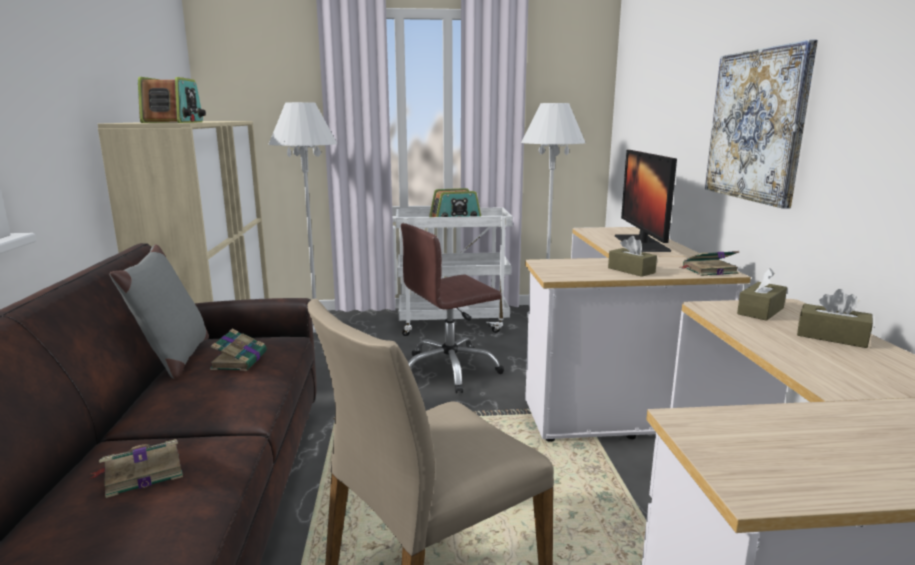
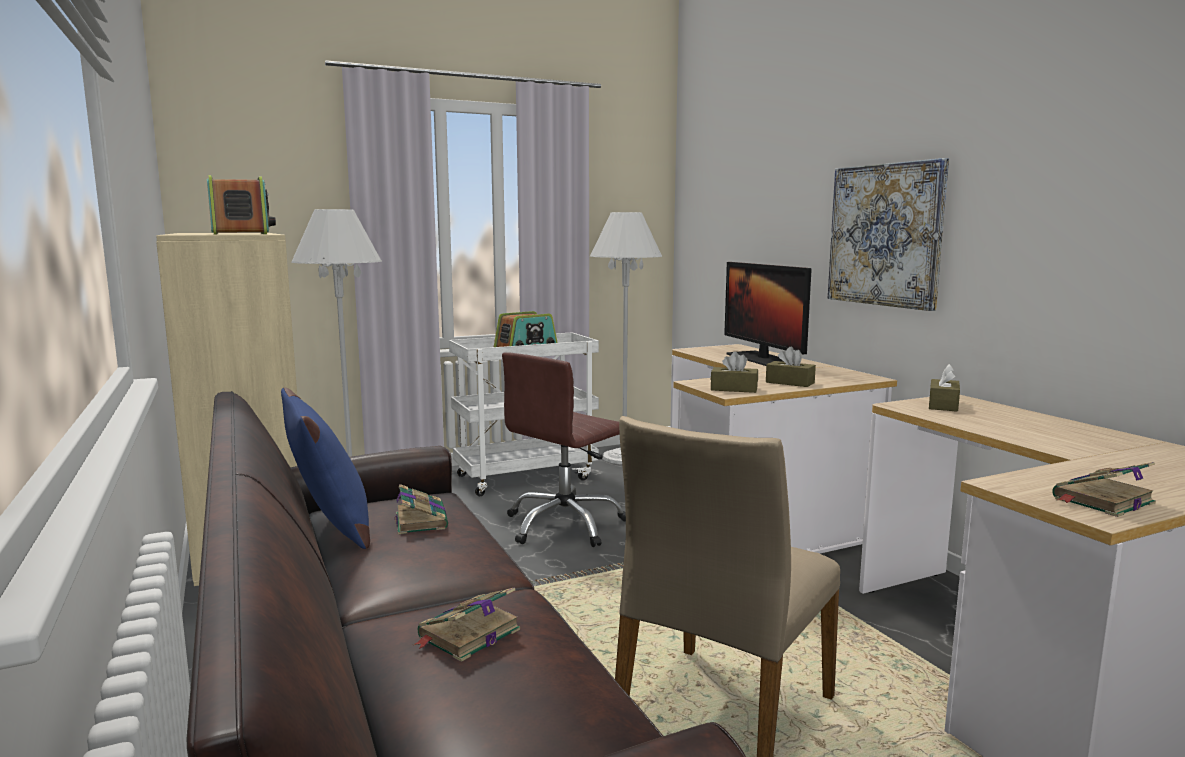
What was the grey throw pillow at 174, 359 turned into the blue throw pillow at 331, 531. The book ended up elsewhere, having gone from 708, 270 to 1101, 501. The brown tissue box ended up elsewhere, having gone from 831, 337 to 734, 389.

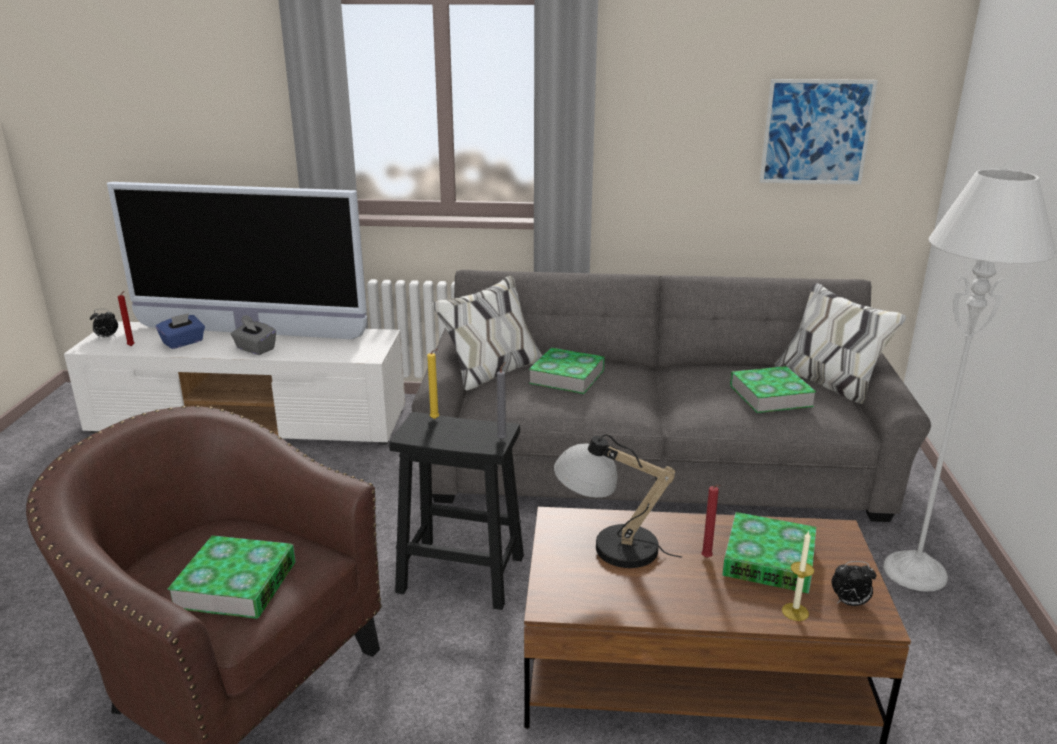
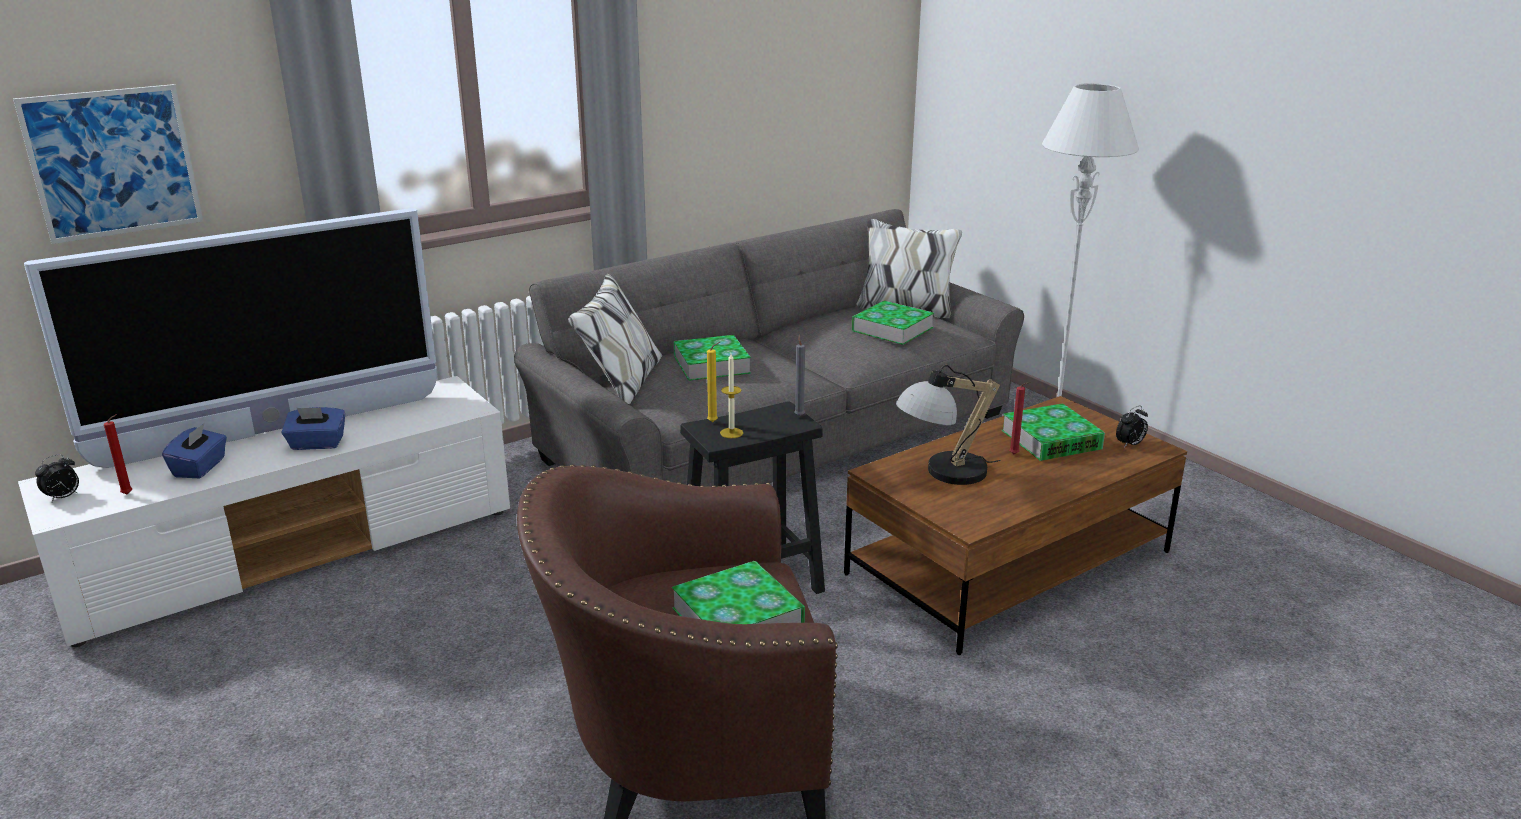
The wall art ended up elsewhere, having gone from 816, 132 to 113, 163. What was the grey tissue box at 255, 349 turned into the blue tissue box at 317, 444. The wax candle ended up elsewhere, having gone from 795, 612 to 731, 433.

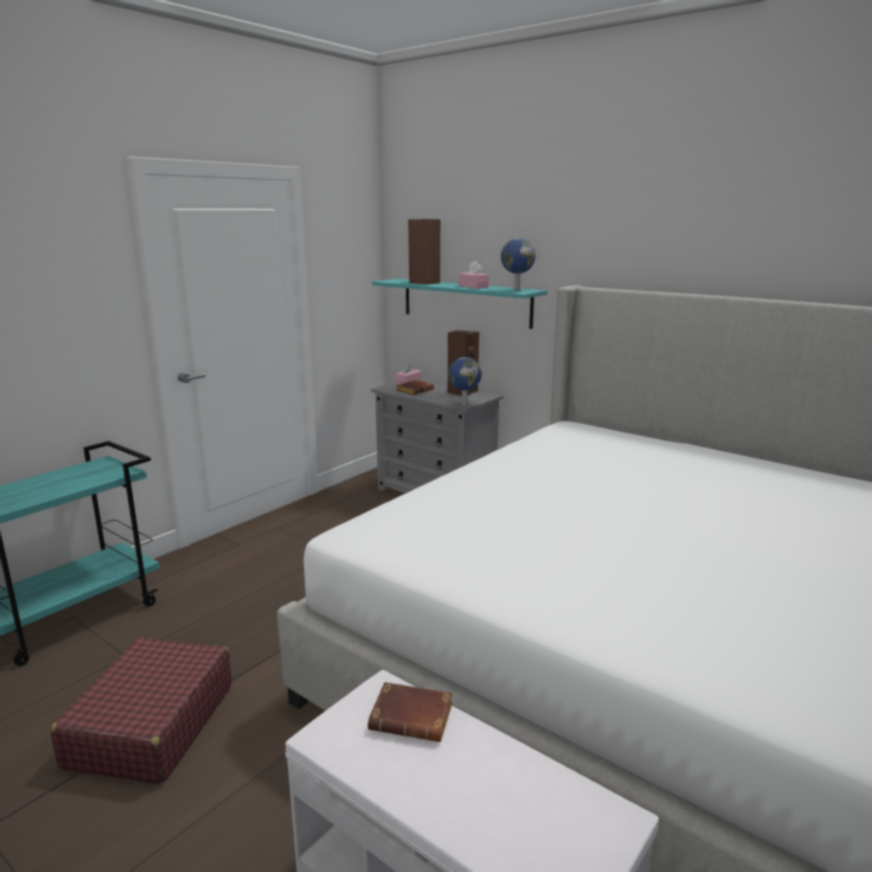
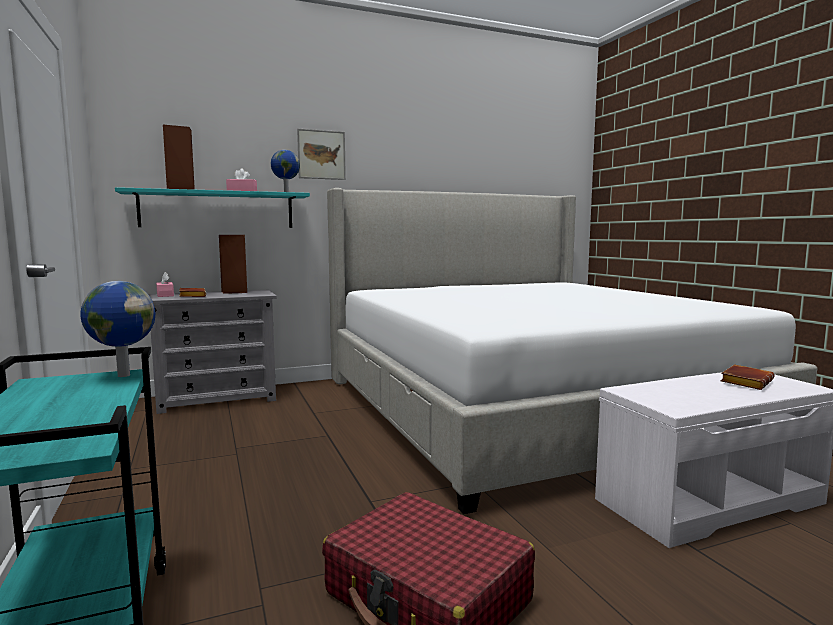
The globe ended up elsewhere, having gone from 464, 404 to 122, 375. The brown book ended up elsewhere, having gone from 414, 717 to 745, 382. The second view gained the wall art at 321, 154.

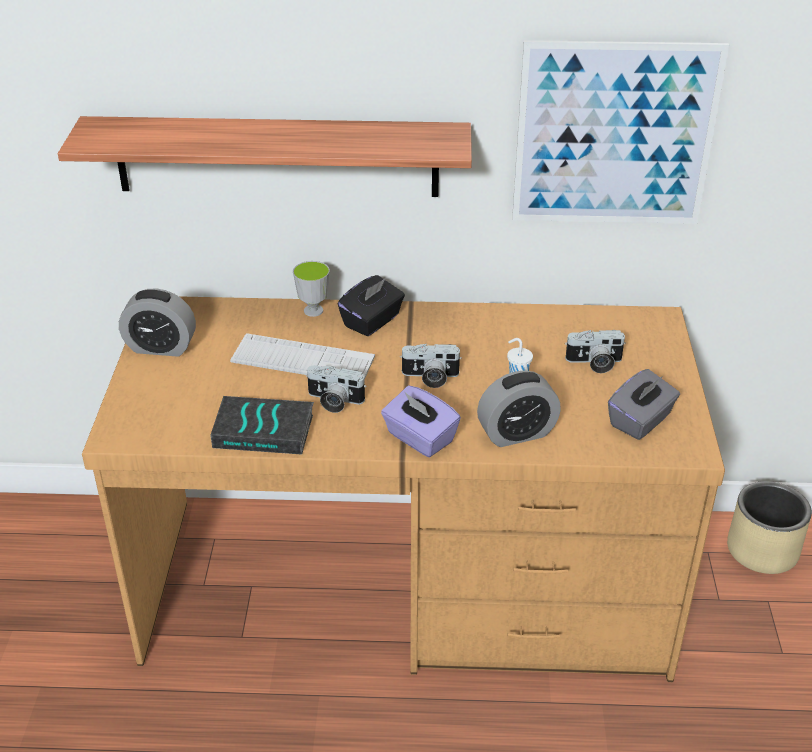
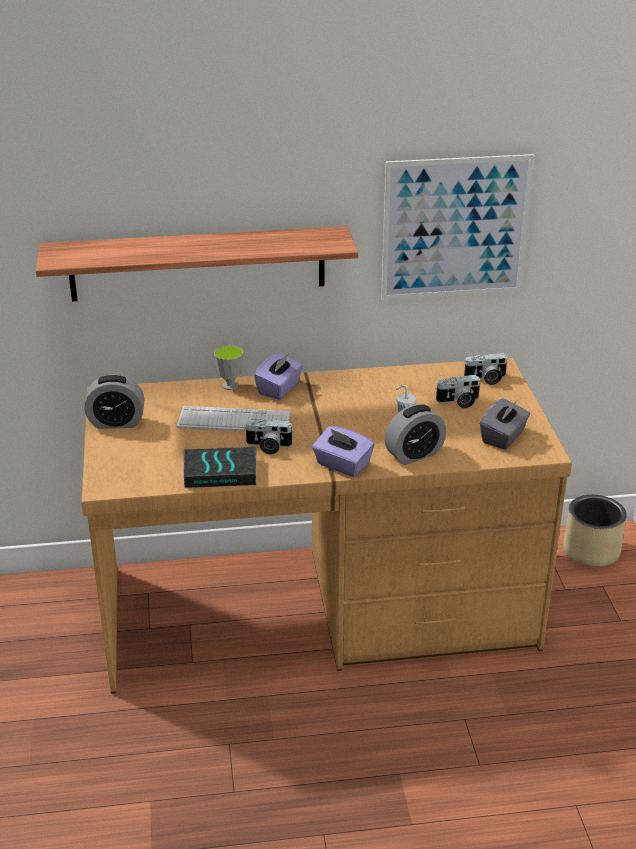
What was the black-coloured tissue box at 372, 321 turned into the purple-coloured tissue box at 279, 389. The still camera ended up elsewhere, having gone from 430, 377 to 486, 379.

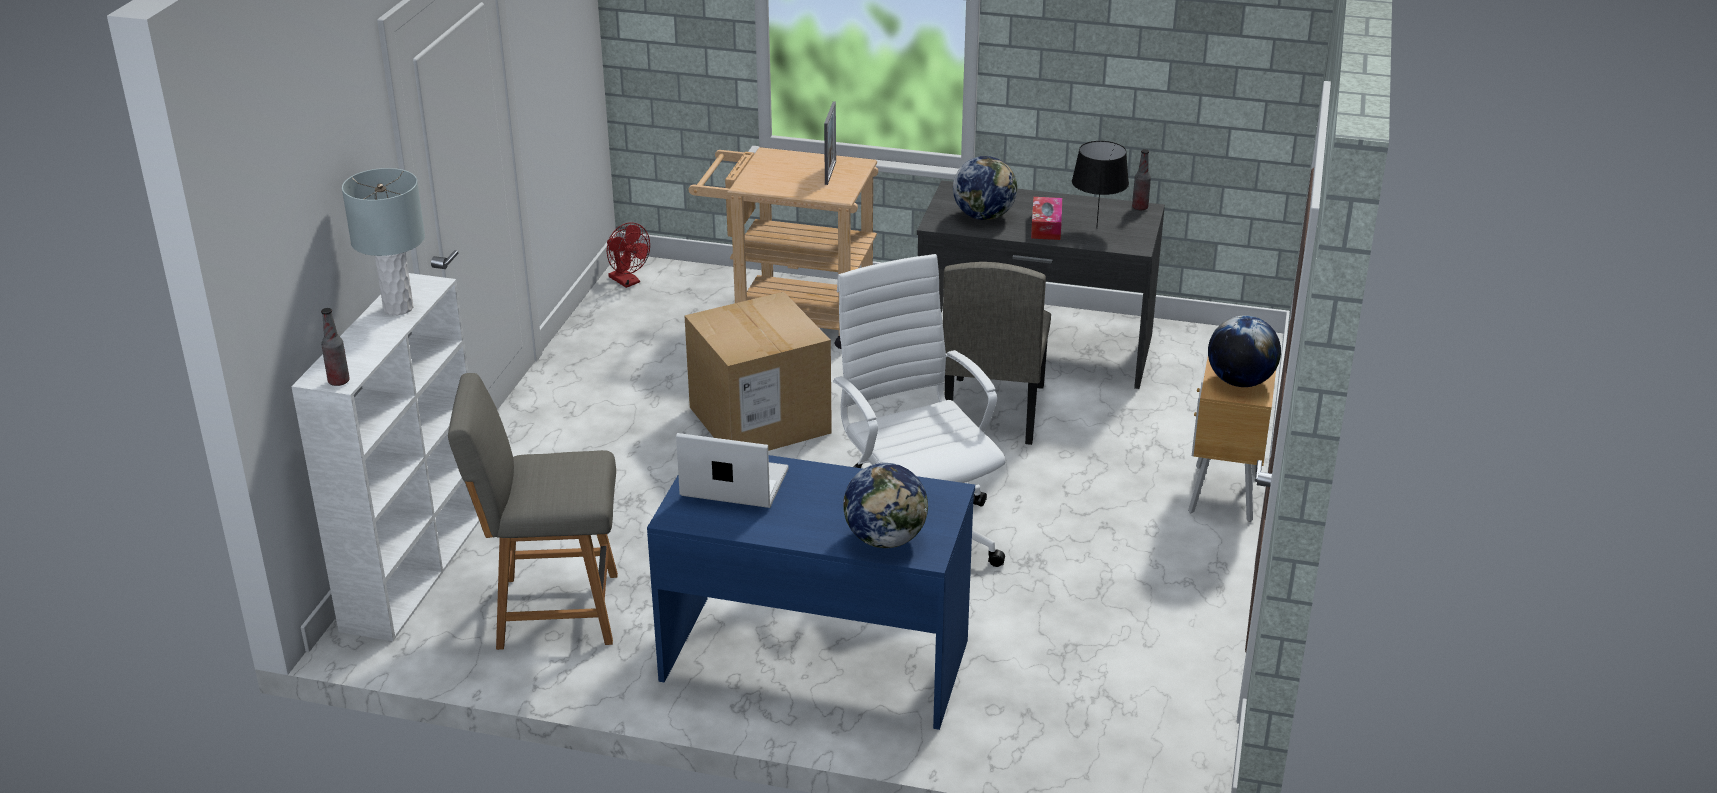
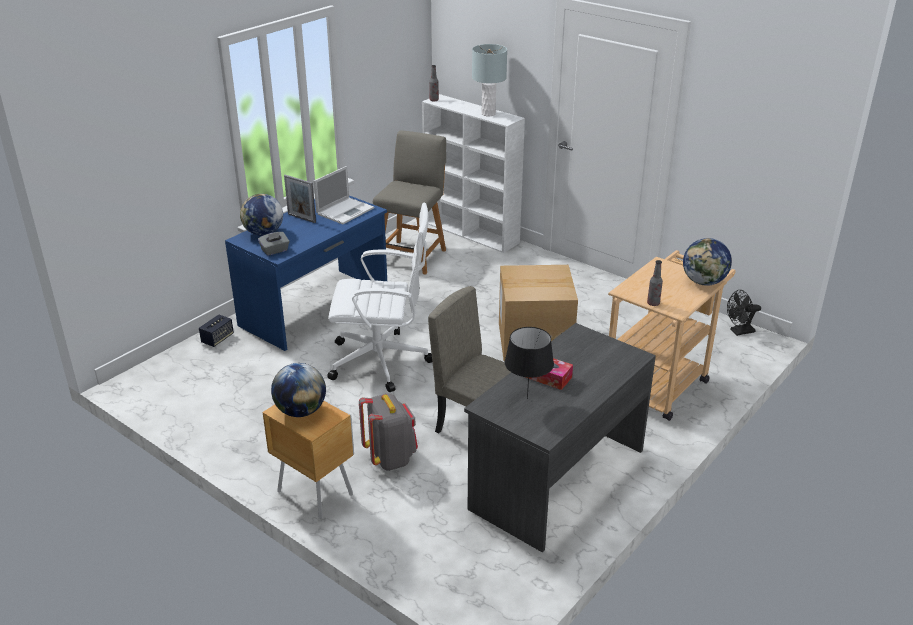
The standing frame ended up elsewhere, having gone from 830, 173 to 301, 218. The drink bottle ended up elsewhere, having gone from 1140, 208 to 653, 303. The globe ended up elsewhere, having gone from 984, 216 to 704, 282. What was the red-coloured fan at 628, 282 turned into the black-coloured fan at 739, 332. The second view gained the grey tissue box at 275, 251. The second view gained the audio speaker at 217, 339. The second view gained the grey rucksack at 390, 457.

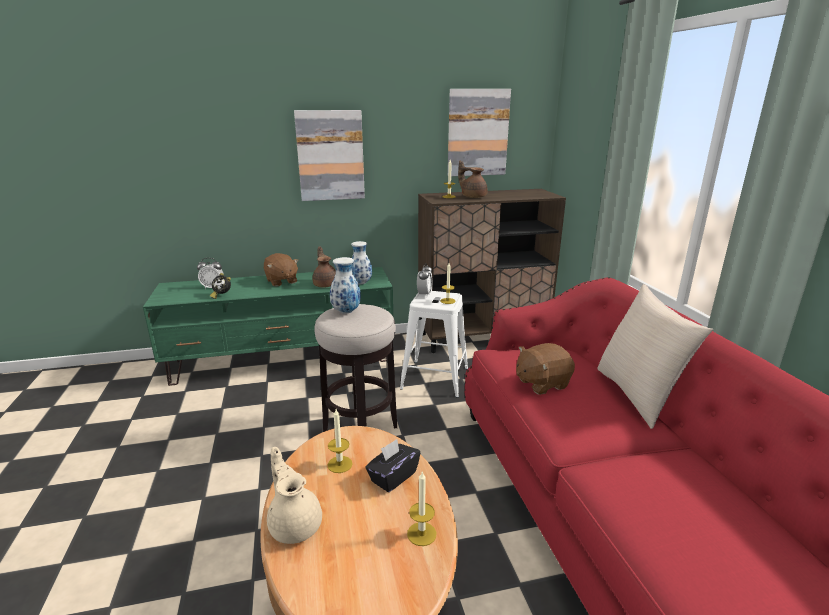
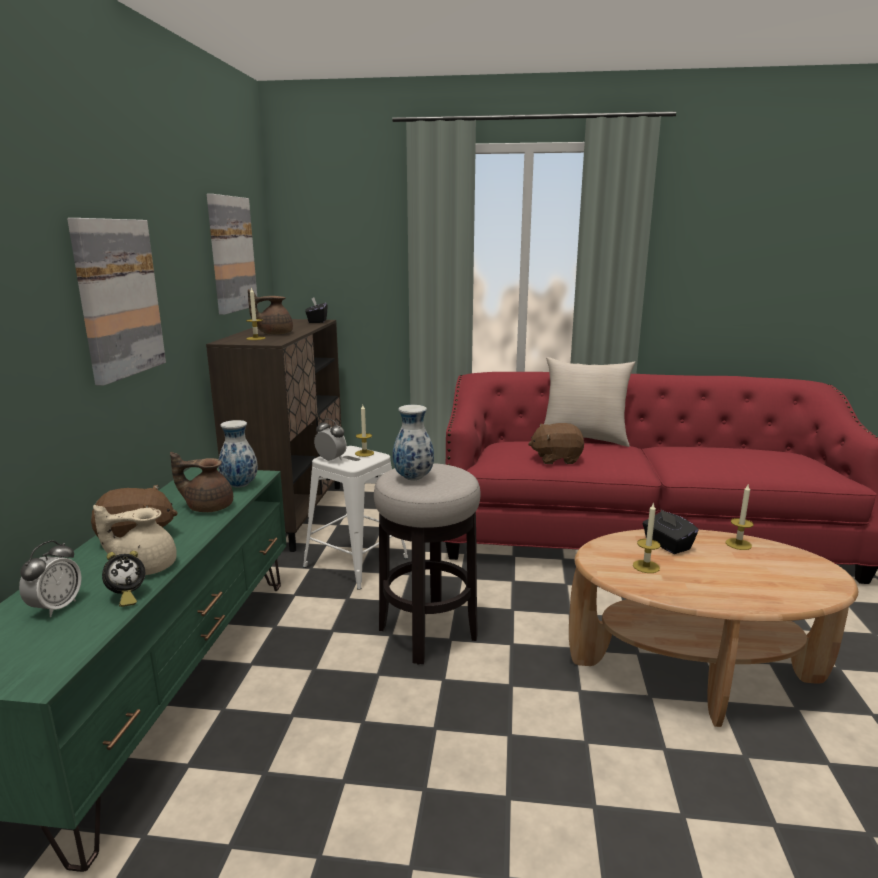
The brown soft toy at 541, 383 ended up facing another way, 90 degrees clockwise from before. The sand-coloured teapot ended up elsewhere, having gone from 295, 524 to 145, 567. The second view gained the black-coloured tissue box at 317, 321.

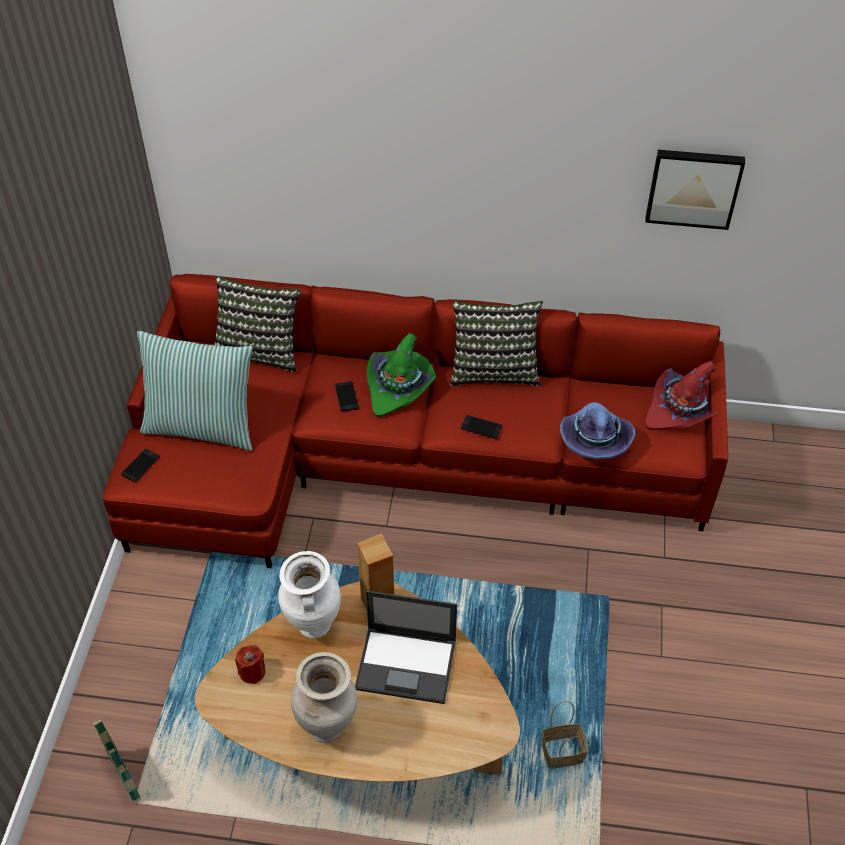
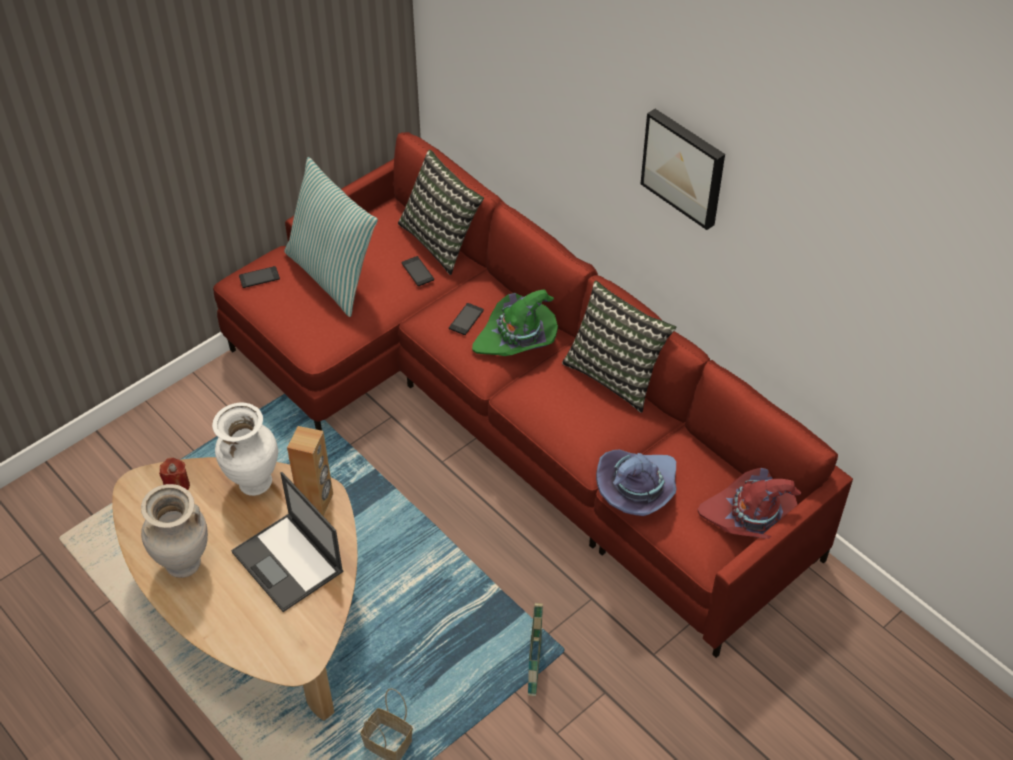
The wall art ended up elsewhere, having gone from 693, 187 to 685, 167. The handset ended up elsewhere, having gone from 481, 427 to 417, 271. The household basket ended up elsewhere, having gone from 124, 776 to 534, 668.

